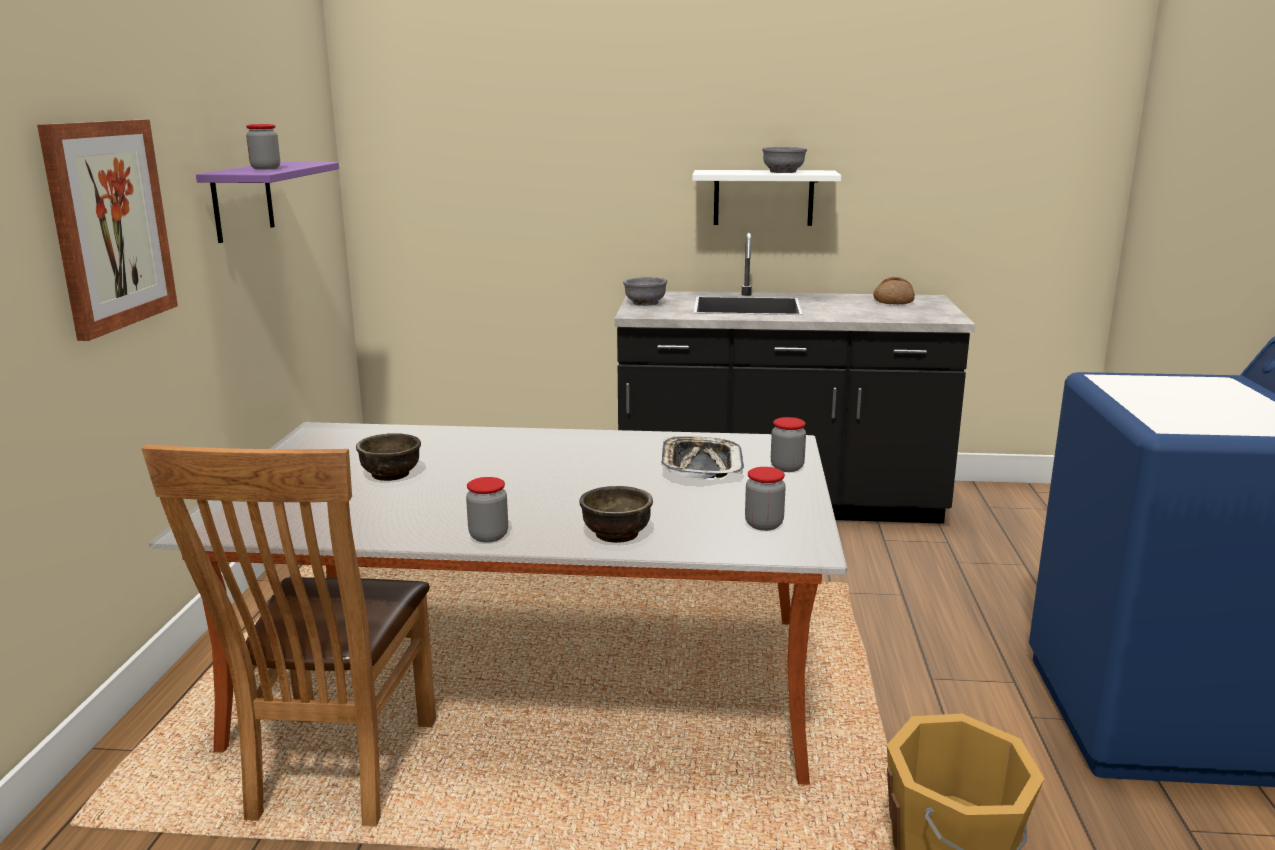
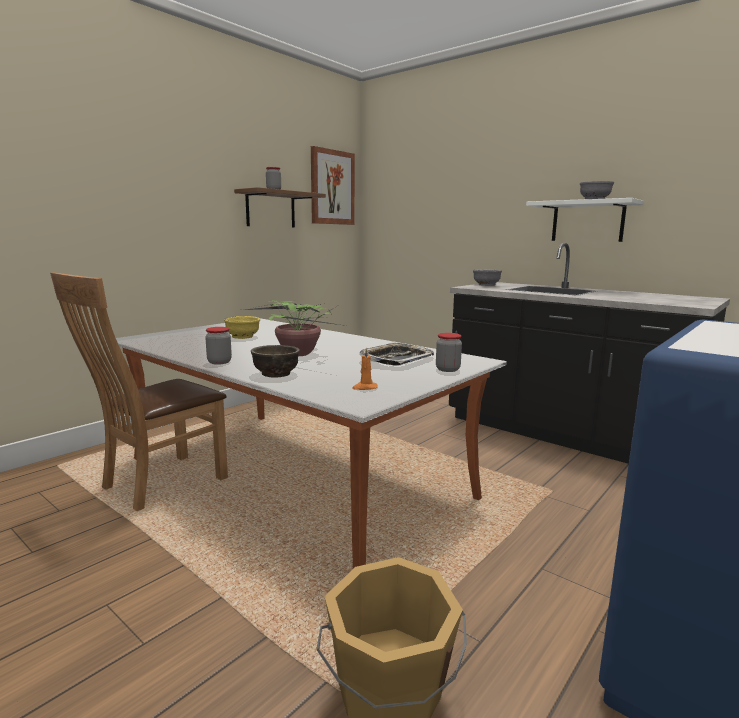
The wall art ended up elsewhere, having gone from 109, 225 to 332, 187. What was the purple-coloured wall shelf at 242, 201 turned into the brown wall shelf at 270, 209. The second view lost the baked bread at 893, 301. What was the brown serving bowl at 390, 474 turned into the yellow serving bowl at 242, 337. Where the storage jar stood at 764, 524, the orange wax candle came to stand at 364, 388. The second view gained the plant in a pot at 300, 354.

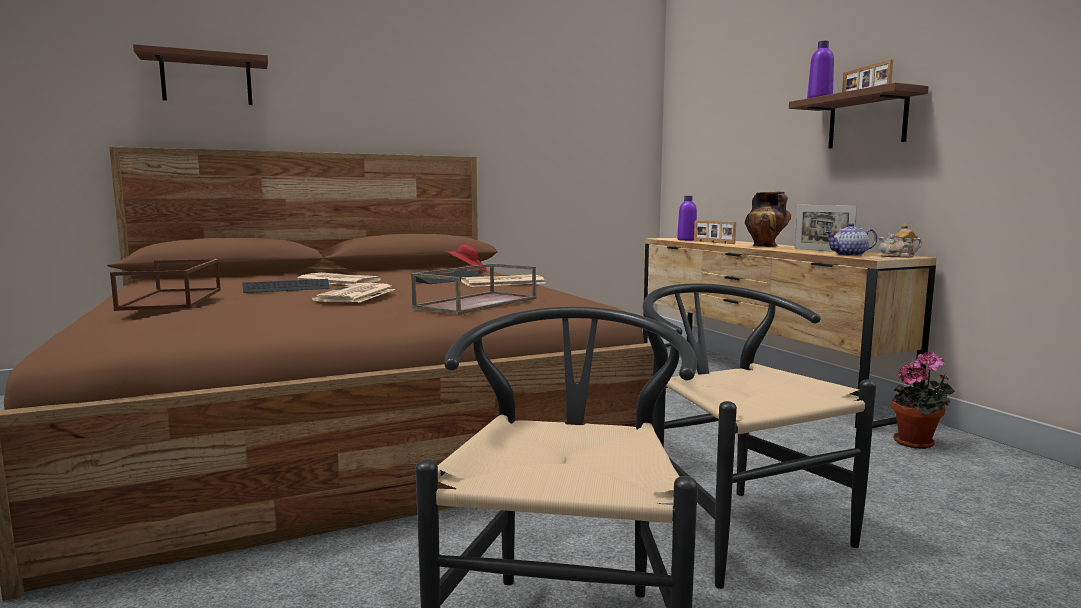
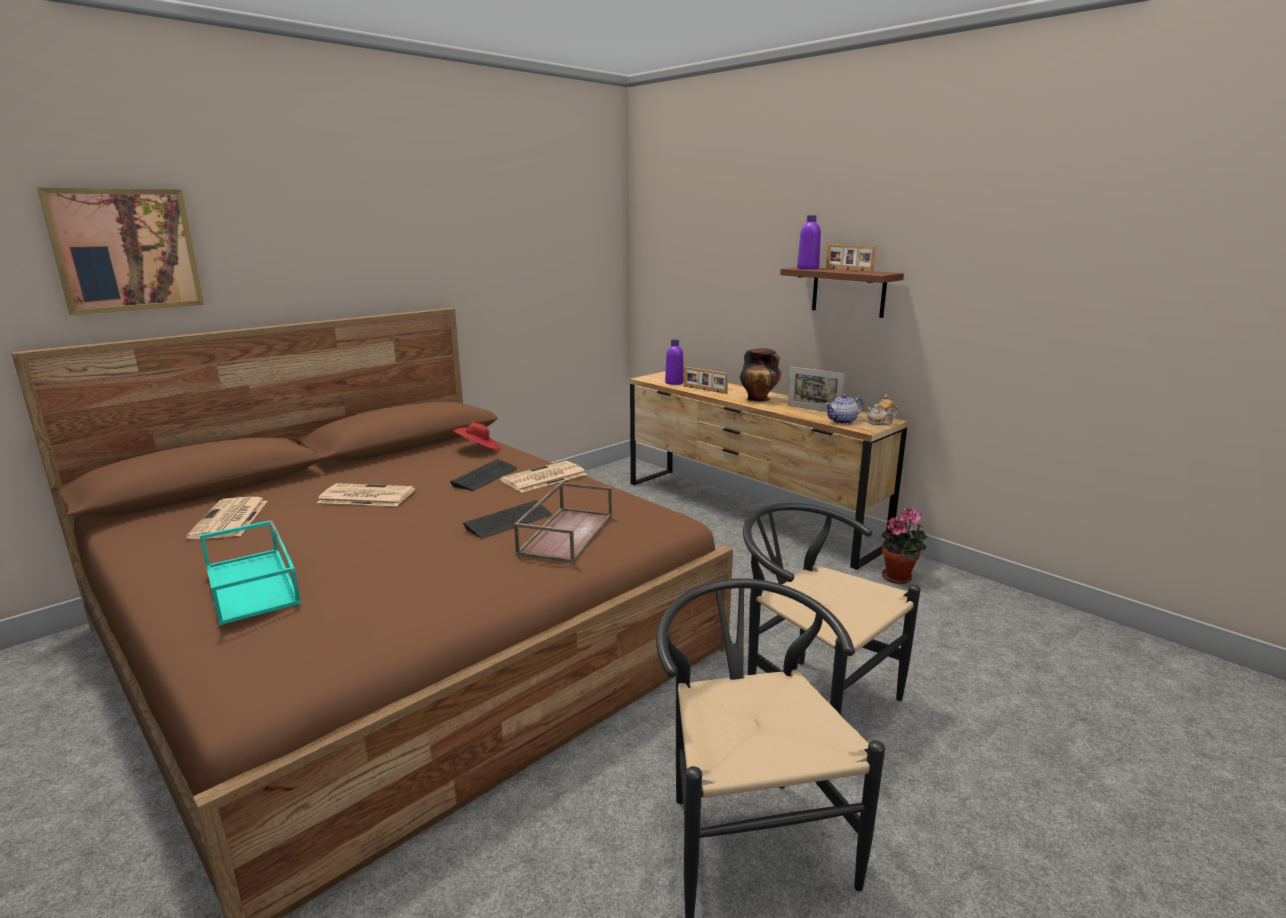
Where the brown wall shelf hung at 207, 80, the wall art came to hang at 125, 250. What was the brown tray at 174, 299 turned into the turquoise tray at 253, 585. The computer keyboard ended up elsewhere, having gone from 286, 288 to 509, 521. The printed paper ended up elsewhere, having gone from 356, 295 to 230, 519.

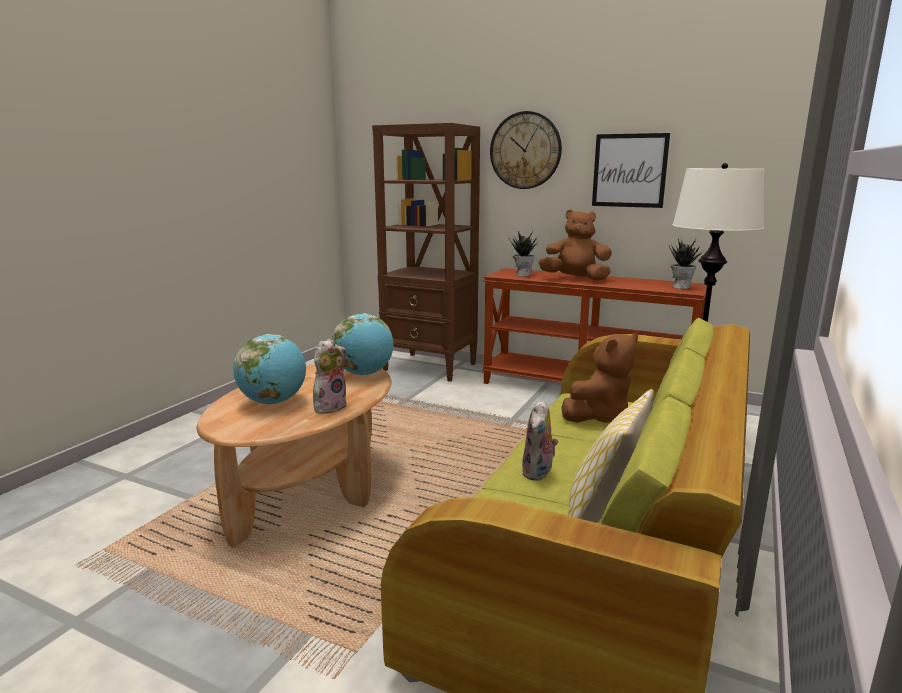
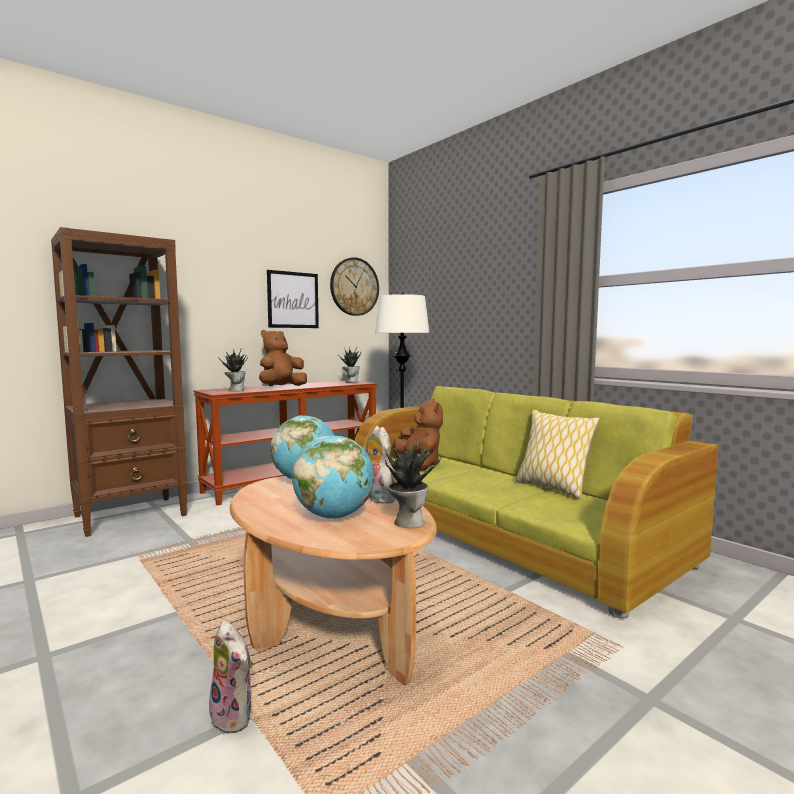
The clock on the wall ended up elsewhere, having gone from 525, 150 to 354, 287. The soft toy ended up elsewhere, having gone from 539, 473 to 235, 716. The second view gained the plant in a pot at 407, 522.

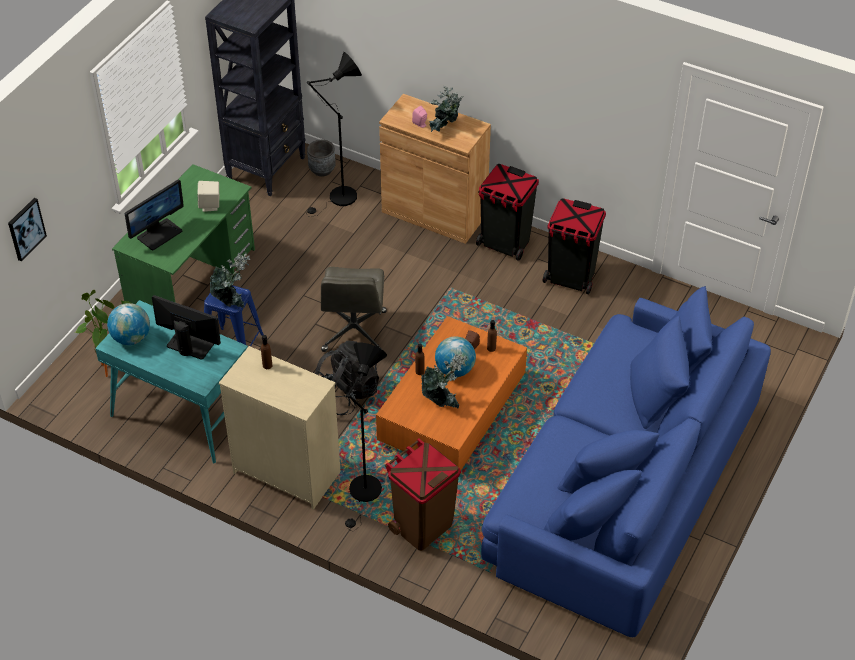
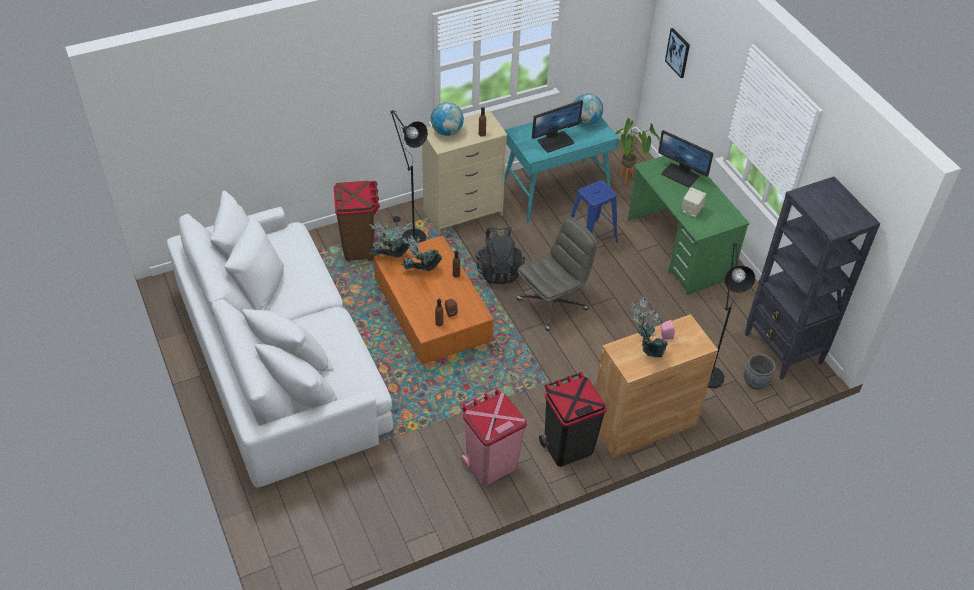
The computer screen at 159, 234 ended up facing another way, 45 degrees counterclockwise from before. What was the black-coloured waste bin at 570, 278 turned into the pinkish waste bin at 491, 464. The plant in a pot ended up elsewhere, having gone from 232, 301 to 388, 258. The grey office chair at 354, 332 ended up facing another way, 105 degrees clockwise from before. What was the blue sofa at 623, 483 turned into the white sofa at 281, 361. The globe ended up elsewhere, having gone from 455, 370 to 447, 132.

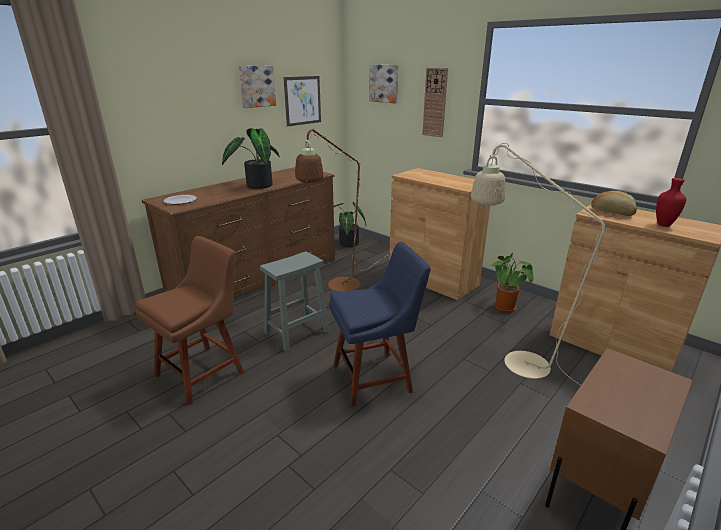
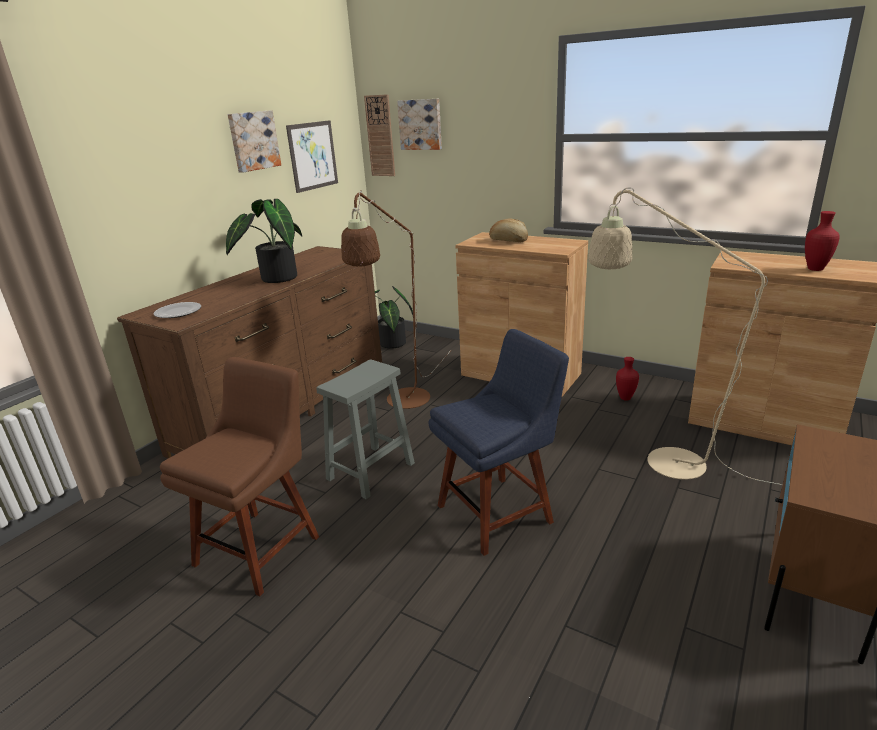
The clock on the wall ended up elsewhere, having gone from 435, 103 to 380, 136. The baked bread ended up elsewhere, having gone from 612, 212 to 508, 241. Where the plant in a pot stood at 506, 309, the red-coloured flower vase came to stand at 625, 398.

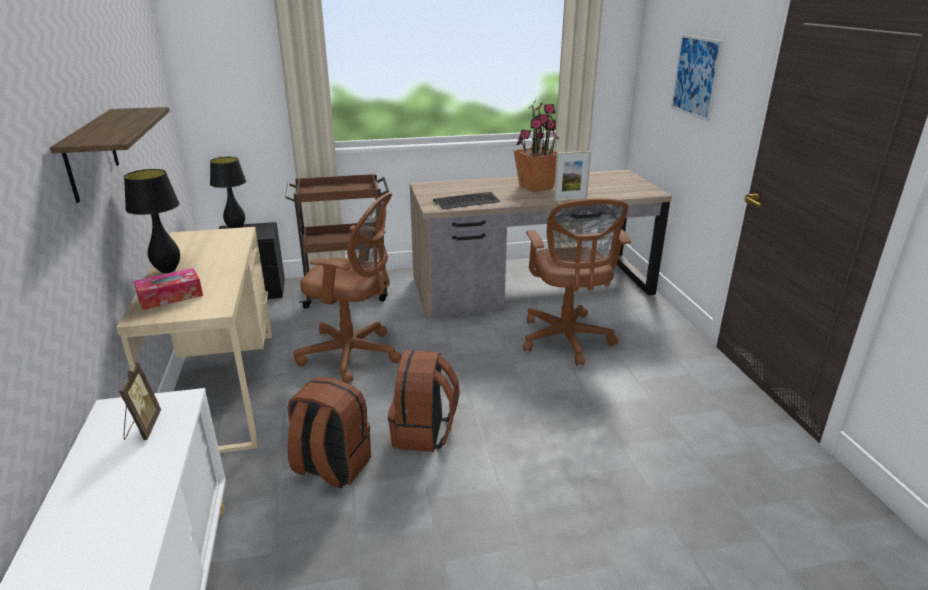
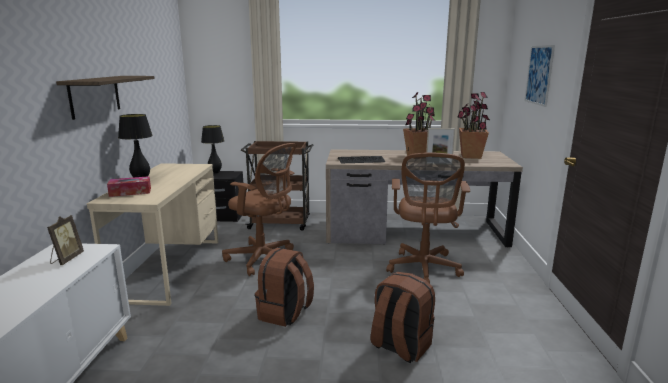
The brown rucksack ended up elsewhere, having gone from 331, 467 to 400, 346. The second view gained the plant in a pot at 470, 156.

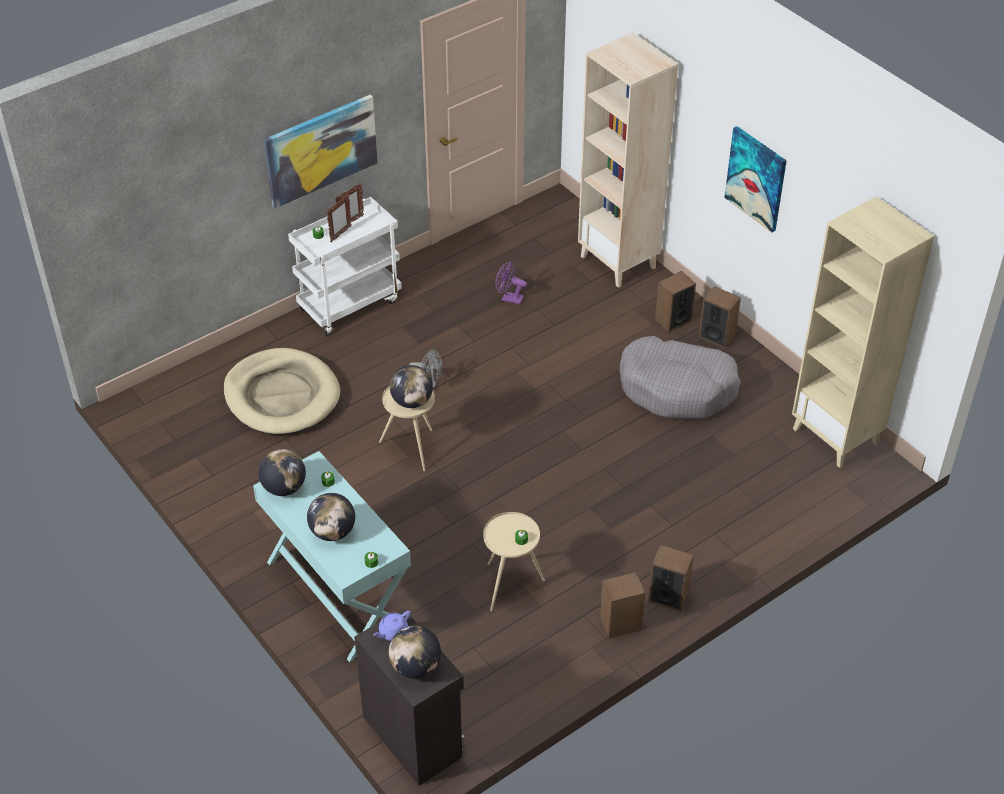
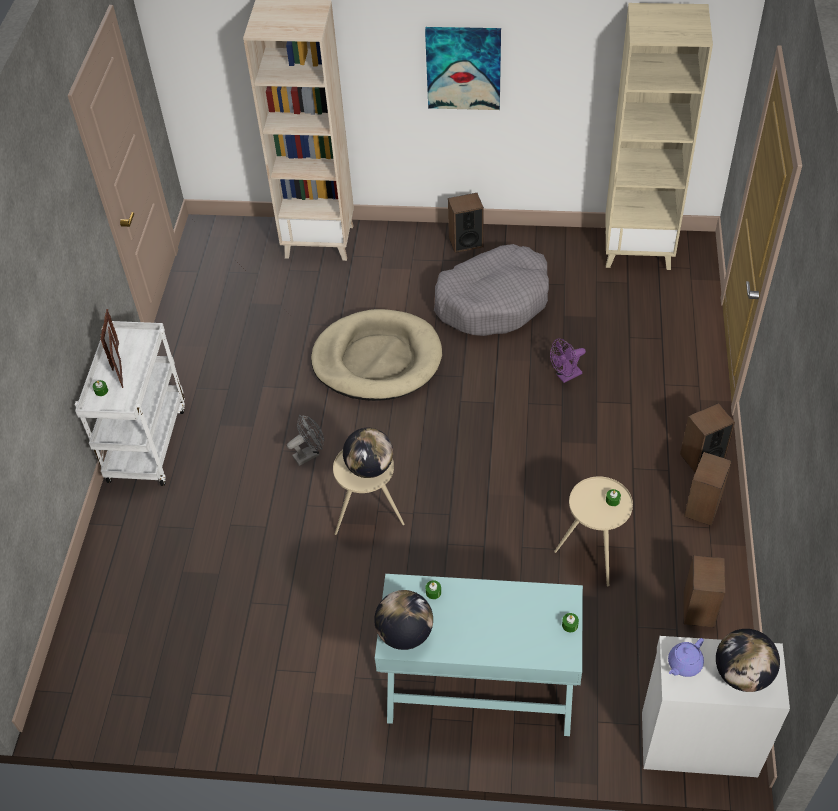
The second view lost the wall art at 321, 150. The purple-coloured fan ended up elsewhere, having gone from 509, 298 to 565, 376. The audio speaker ended up elsewhere, having gone from 673, 320 to 698, 608. The sand-coloured dog bed ended up elsewhere, having gone from 282, 396 to 377, 359. The second view lost the globe at 332, 532. What was the black-coloured cabinet at 413, 735 turned into the white cabinet at 697, 742. The purple-coloured teapot at 393, 632 ended up facing another way, 45 degrees clockwise from before.

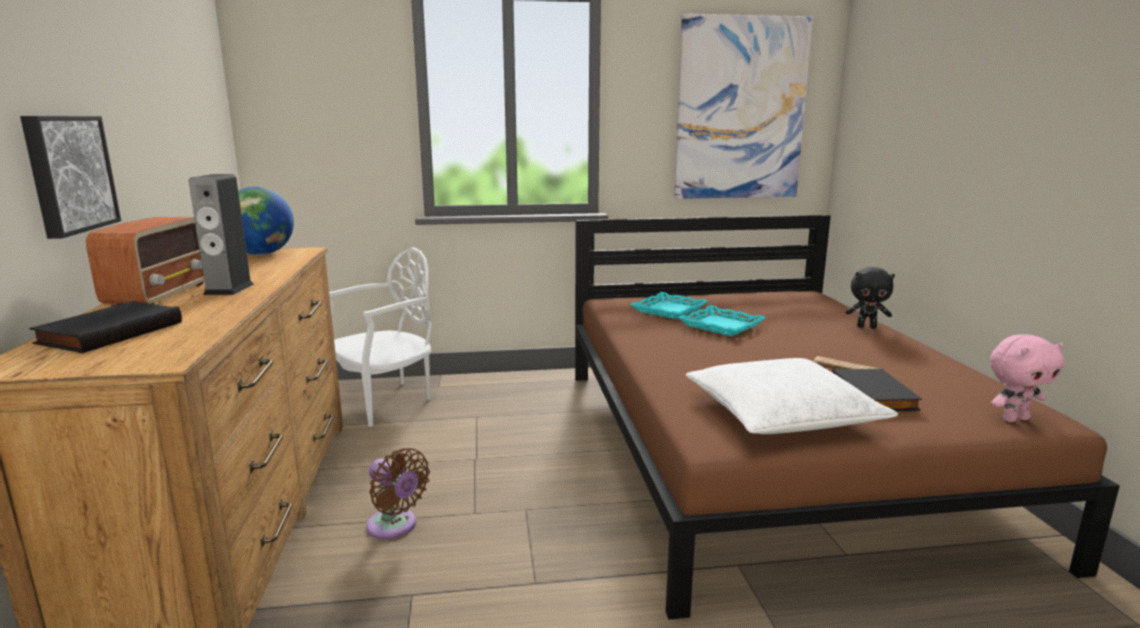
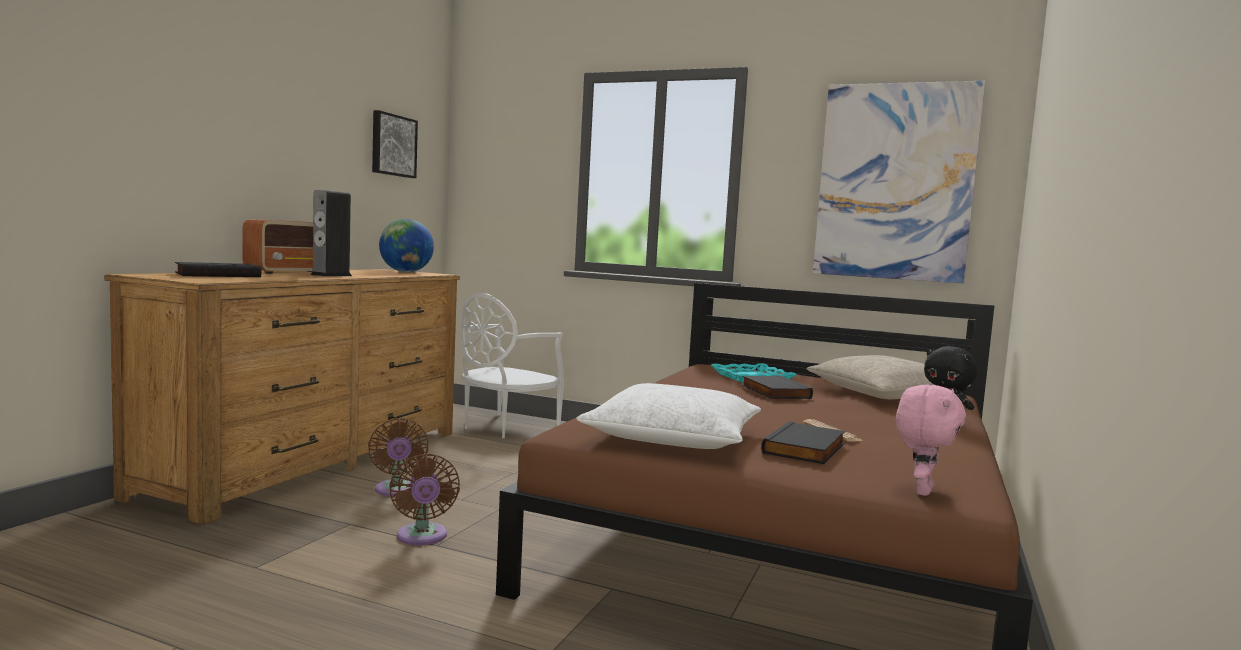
The wall art ended up elsewhere, having gone from 68, 174 to 392, 145. The white plain chair at 385, 400 ended up facing another way, 135 degrees clockwise from before. Where the turquoise tray stood at 721, 326, the black-coloured book came to stand at 773, 392. The pinkish soft toy at 1014, 419 ended up facing another way, 75 degrees counterclockwise from before. The second view gained the sand-coloured throw pillow at 884, 393. The second view gained the brown fan at 422, 537.

